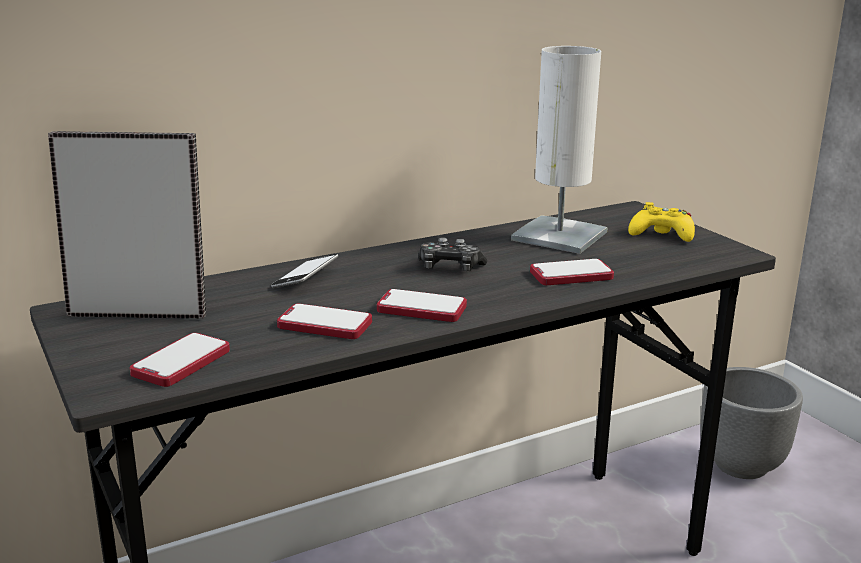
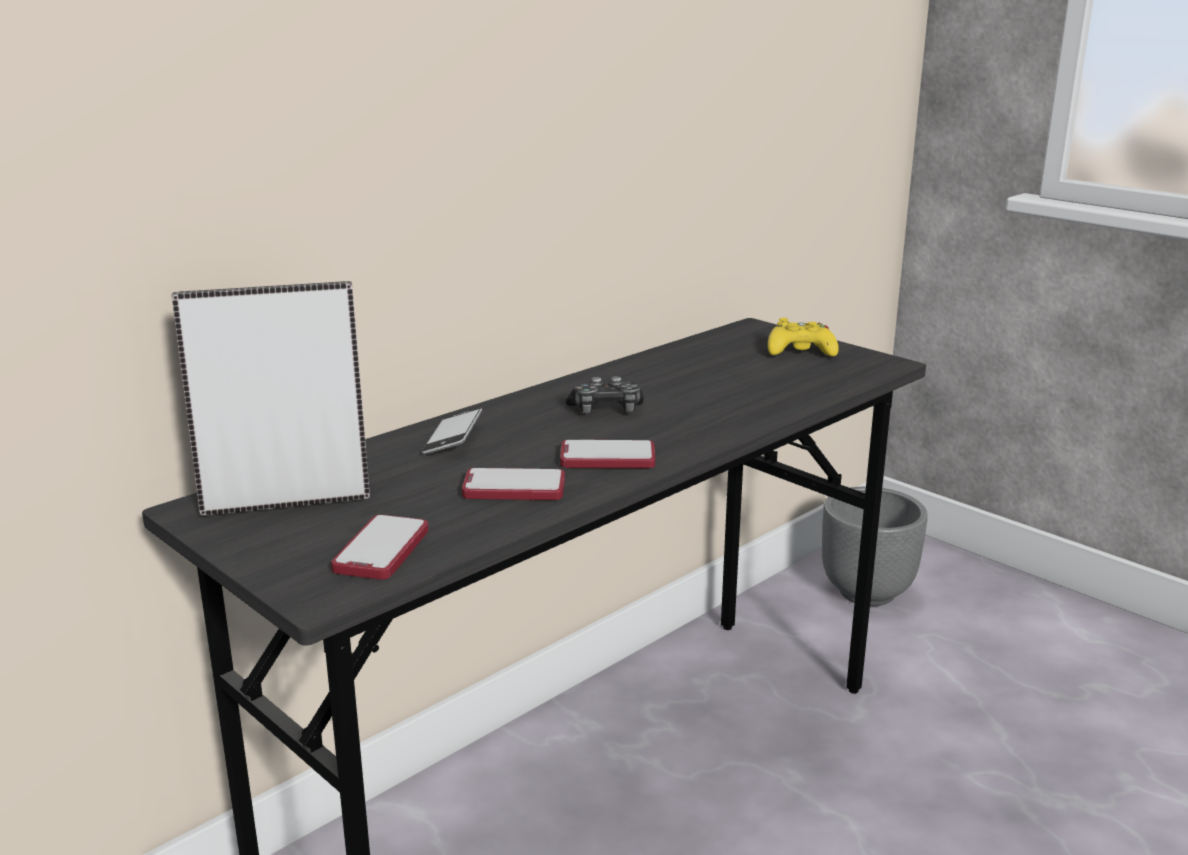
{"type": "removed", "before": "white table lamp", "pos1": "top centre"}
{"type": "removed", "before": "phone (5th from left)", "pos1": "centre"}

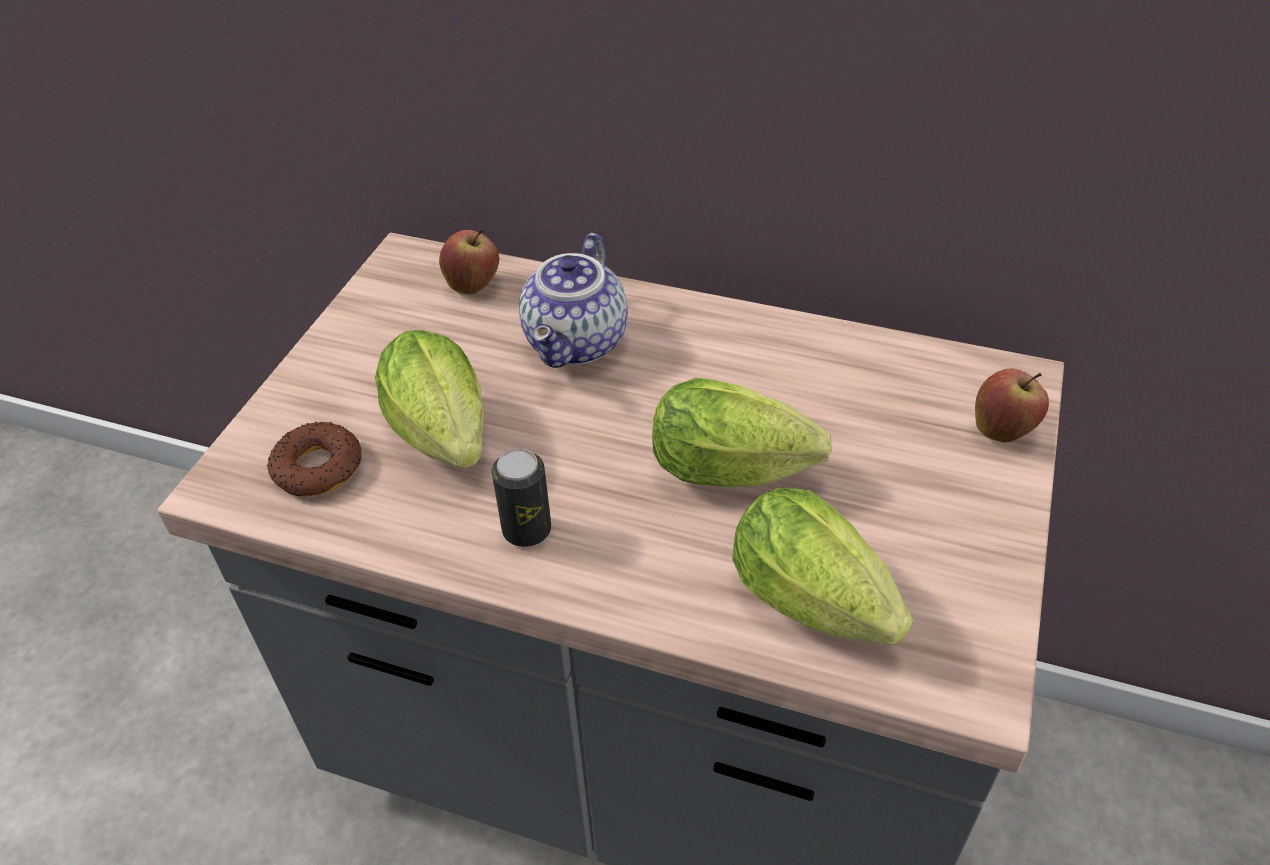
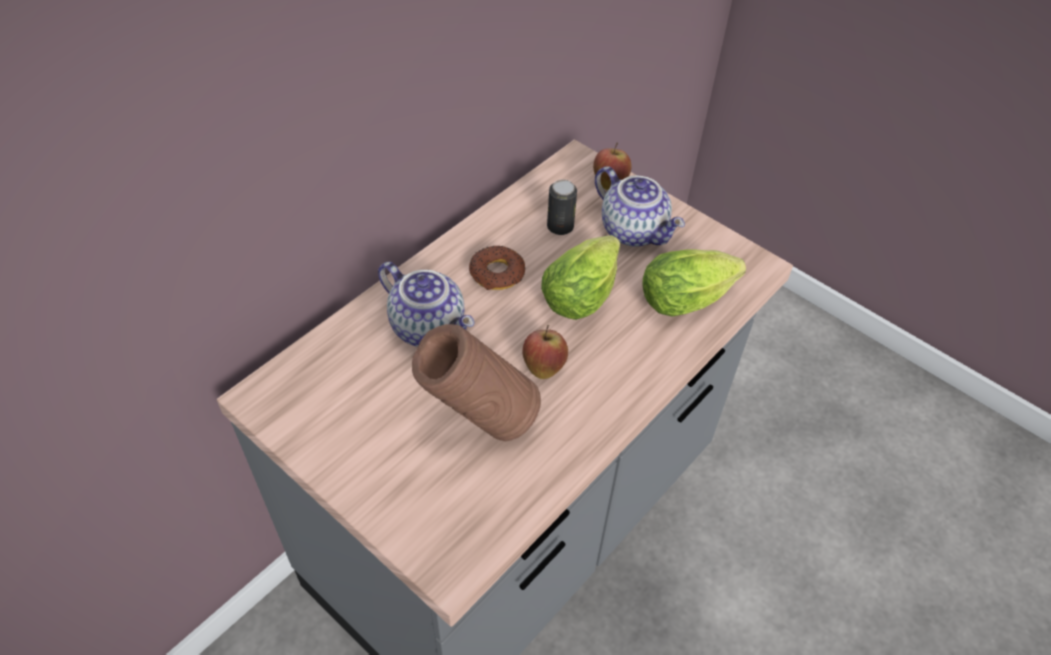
{"type": "moved", "before": "apple (1st from left)", "pos1": "top centre", "pos2": "centre"}
{"type": "replaced", "before": "lettuce (1st from left)", "after": "brown vase", "pos1": "centre", "pos2": "centre"}
{"type": "moved", "before": "donut", "pos1": "middle left", "pos2": "centre"}
{"type": "moved", "before": "can", "pos1": "centre", "pos2": "top centre"}
{"type": "added", "after": "teapot (2nd from left)", "pos2": "top centre"}

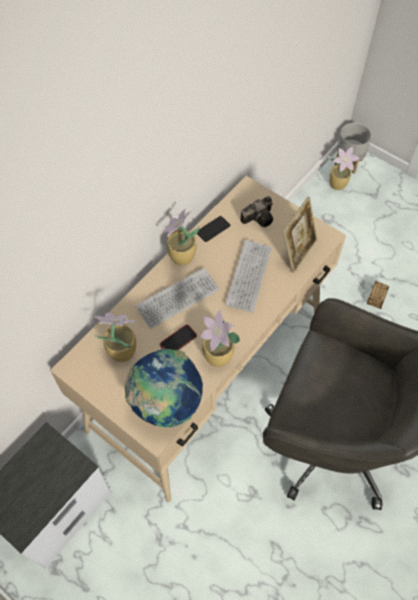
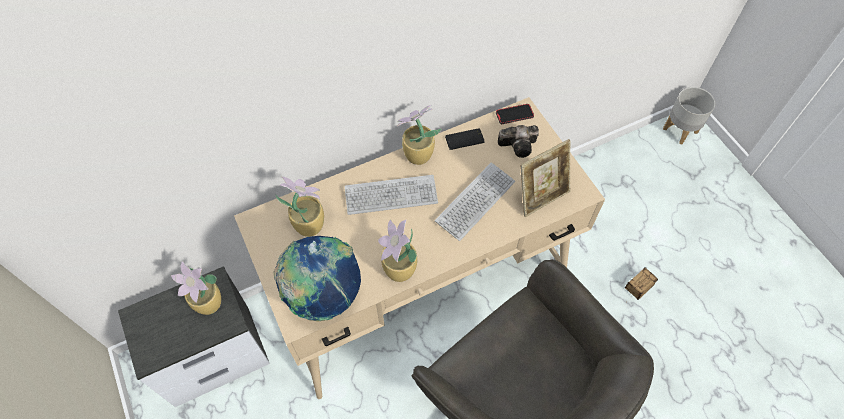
{"type": "moved", "before": "potted plant (4th from left in the first image)", "after": "potted plant (1st from left)", "pos1": "top right", "pos2": "bottom left"}
{"type": "moved", "before": "phone (1st from left in the first image)", "after": "phone (2nd from left)", "pos1": "centre", "pos2": "top centre"}

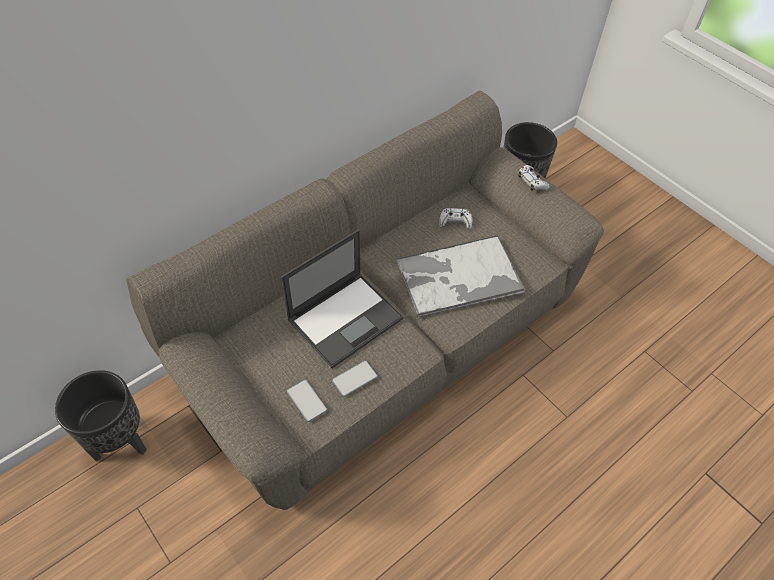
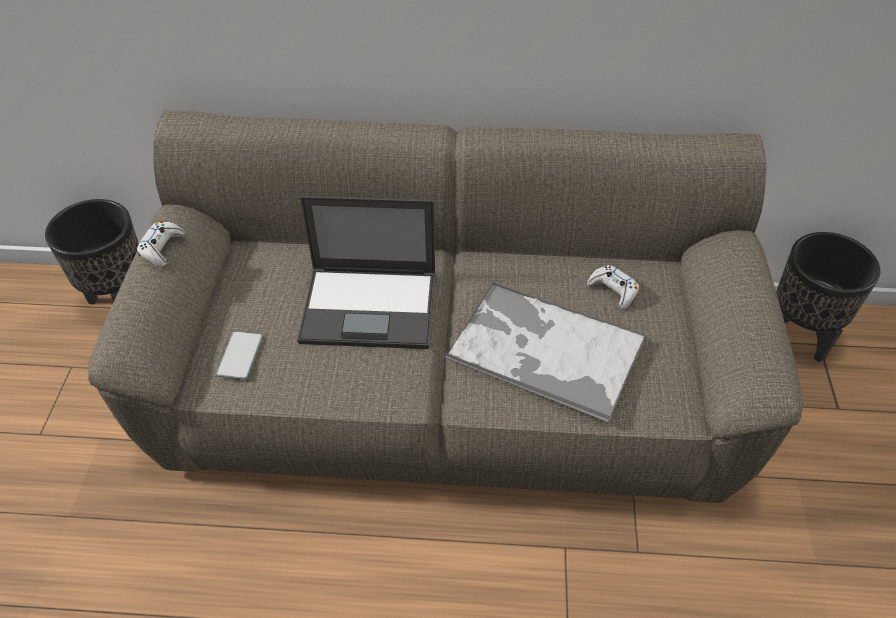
{"type": "moved", "before": "white game controller (2nd from left in the first image)", "after": "white game controller (1st from left)", "pos1": "top right", "pos2": "middle left"}
{"type": "removed", "before": "phone (2nd from left)", "pos1": "centre"}

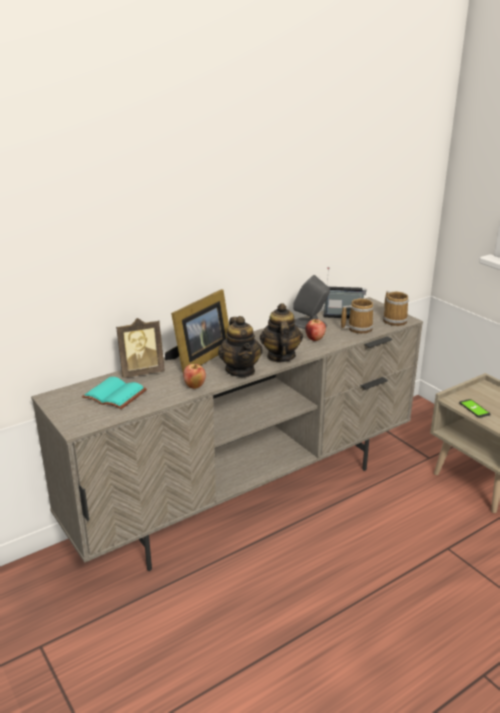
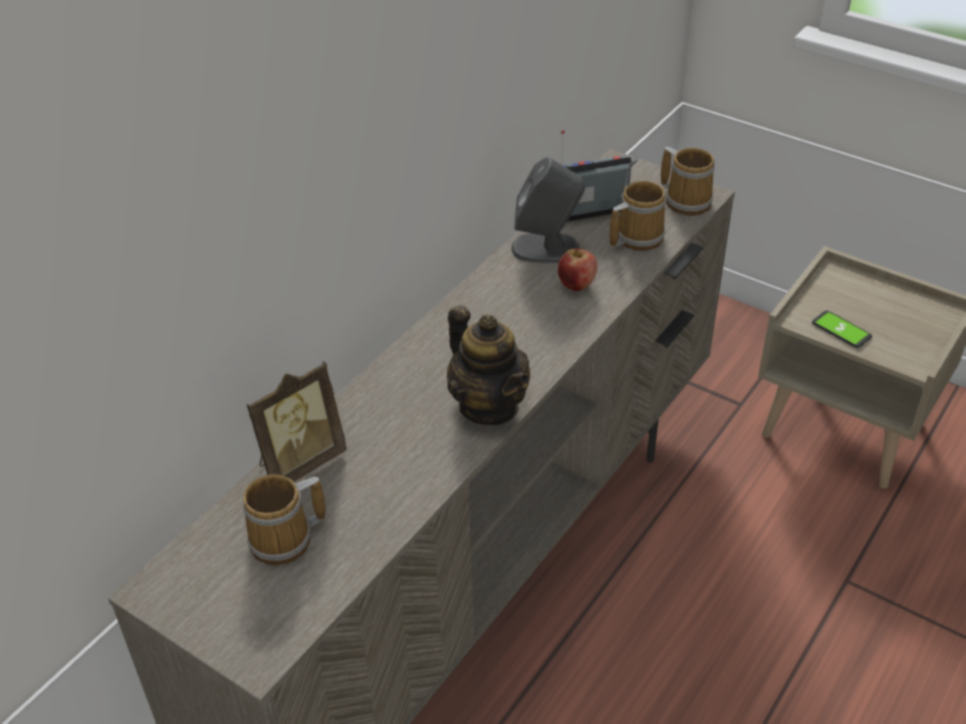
{"type": "removed", "before": "picture frame (2nd from left)", "pos1": "centre"}
{"type": "removed", "before": "teapot (2nd from left)", "pos1": "centre"}
{"type": "removed", "before": "apple (1st from left)", "pos1": "centre"}
{"type": "replaced", "before": "turquoise book", "after": "mug (1st from left)", "pos1": "middle left", "pos2": "bottom left"}

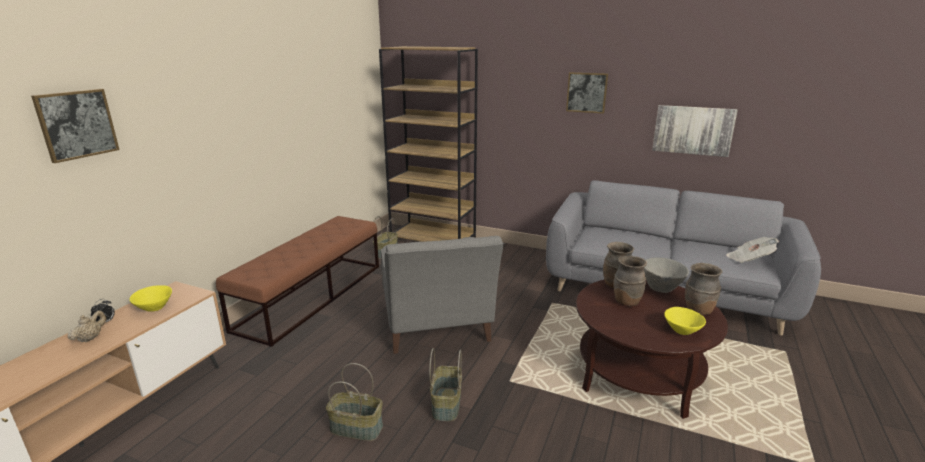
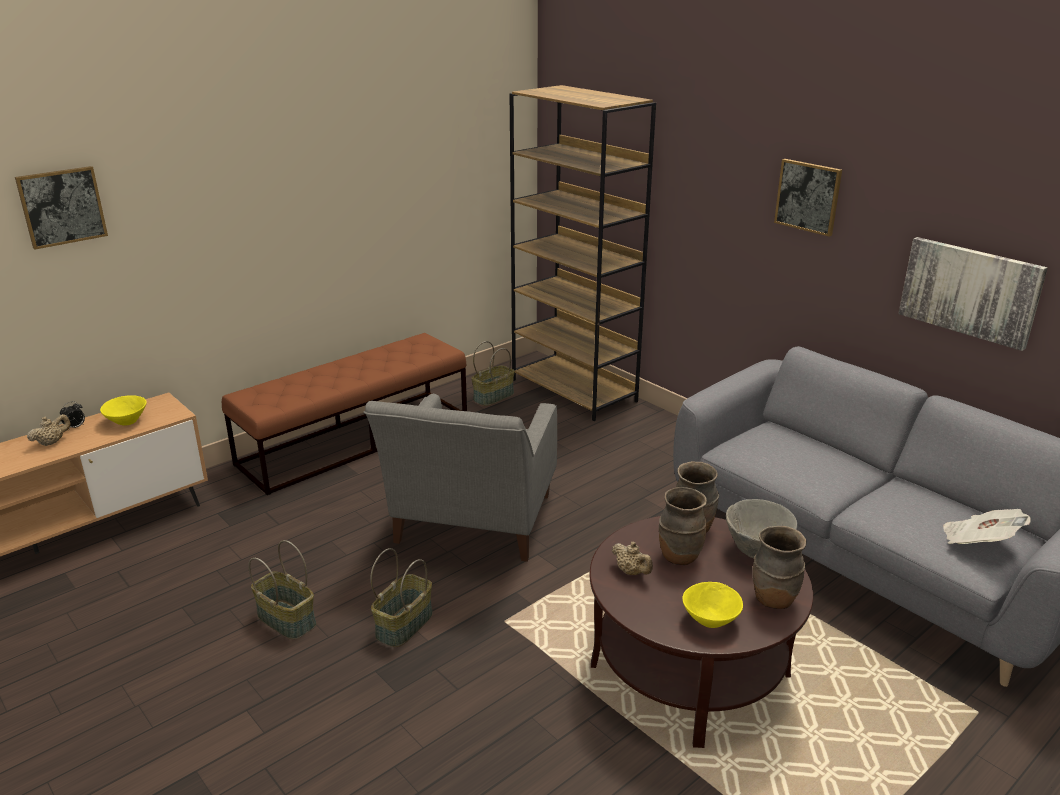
{"type": "added", "after": "beige teapot (2nd from left)", "pos2": "bottom centre"}

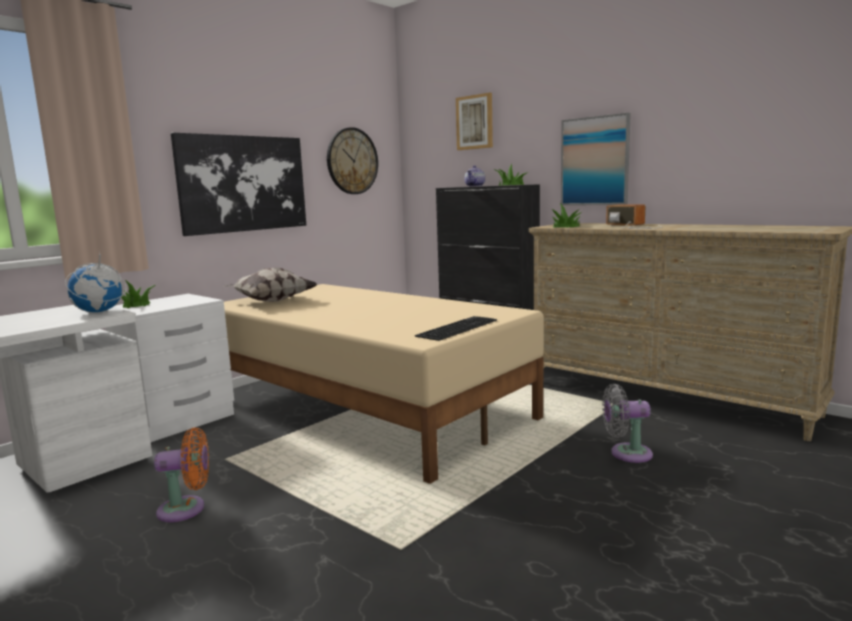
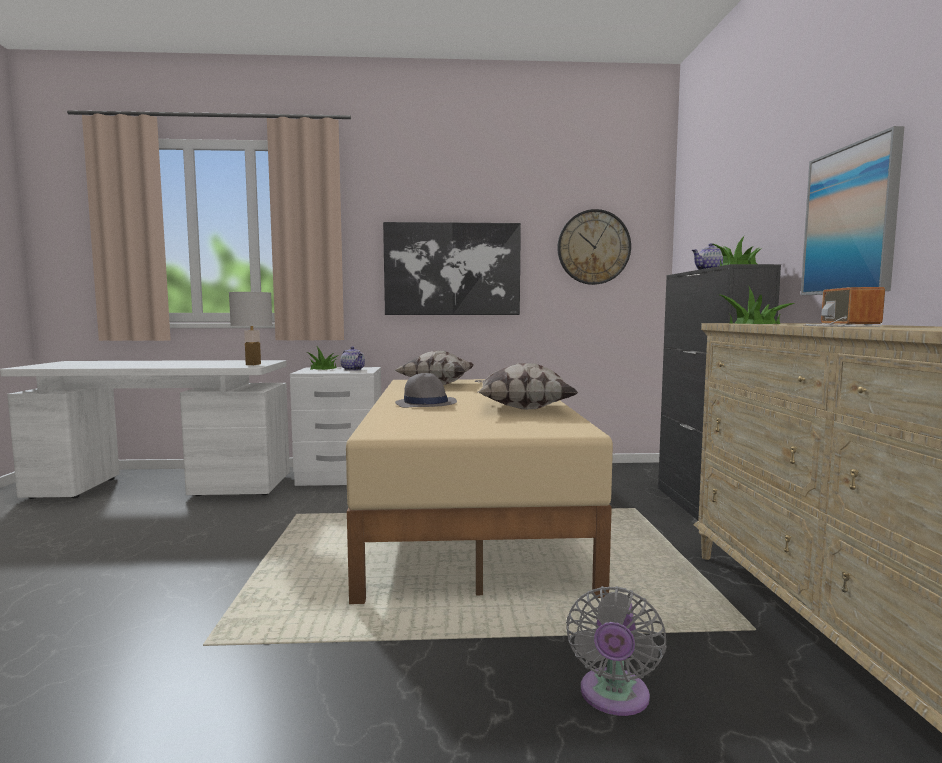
{"type": "removed", "before": "picture (2nd from left)", "pos1": "top centre"}
{"type": "replaced", "before": "globe", "after": "white table lamp", "pos1": "middle left", "pos2": "middle left"}
{"type": "removed", "before": "keyboard", "pos1": "centre"}
{"type": "turned", "before": "grey fan", "pos1": "bottom right", "pos2": "bottom centre", "turn": -120}
{"type": "removed", "before": "orange fan", "pos1": "bottom left"}
{"type": "added", "after": "teapot (1st from left)", "pos2": "centre"}
{"type": "added", "after": "pillow (2nd from left)", "pos2": "centre"}
{"type": "added", "after": "grey hat", "pos2": "centre"}

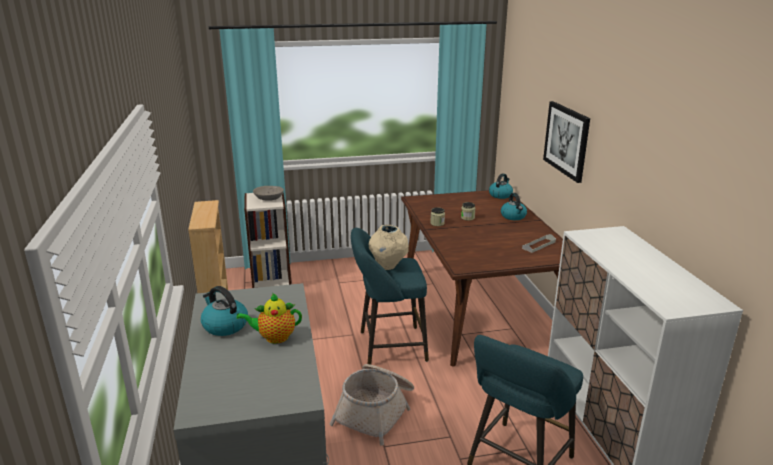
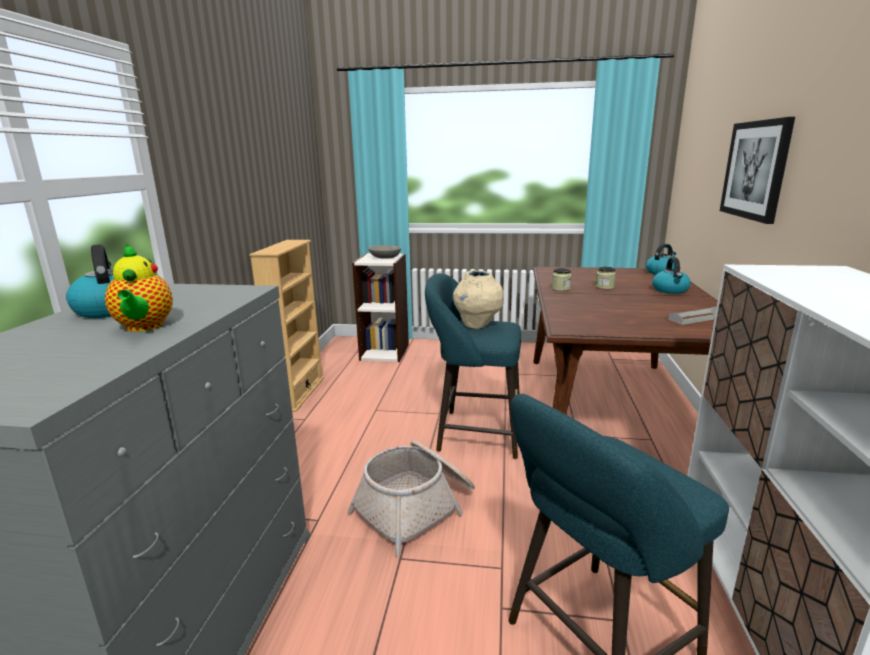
{"type": "turned", "before": "teapot", "pos1": "bottom centre", "pos2": "middle left", "turn": -120}

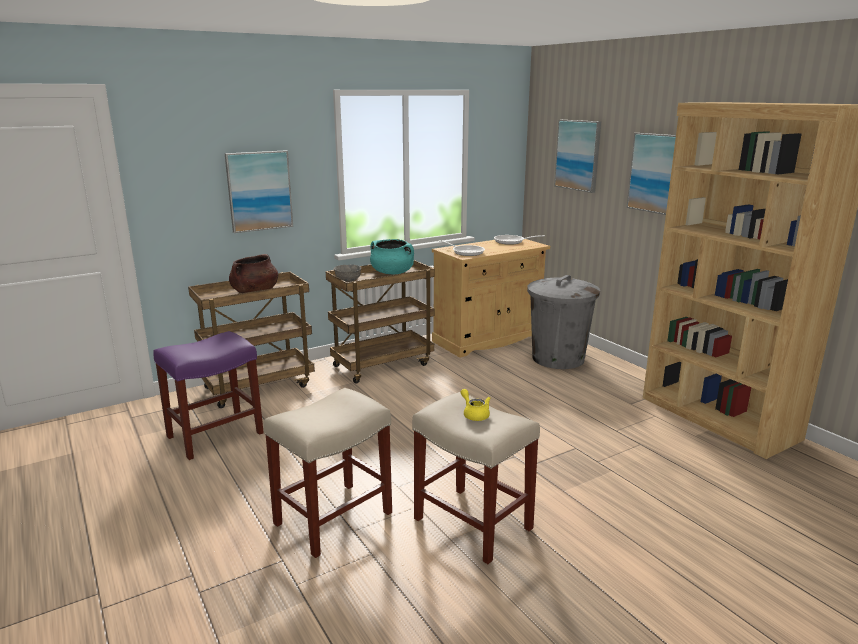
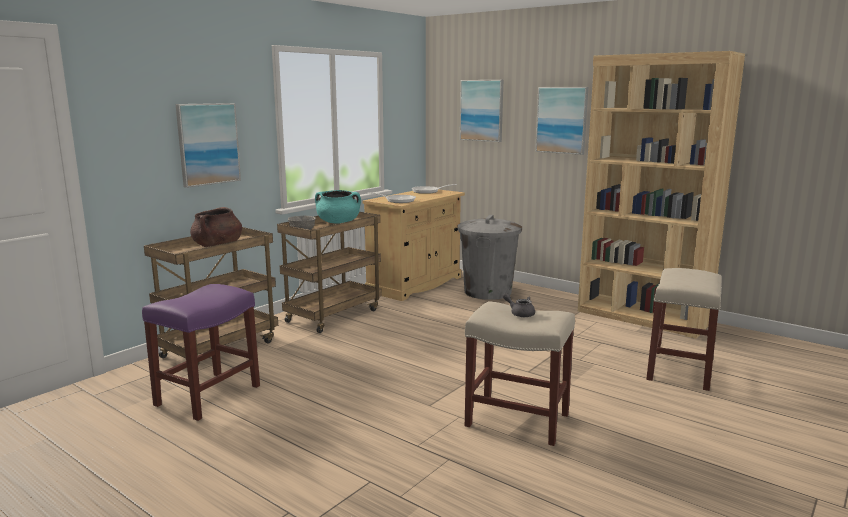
{"type": "moved", "before": "beige stool (1st from left in the first image)", "after": "beige stool (2nd from left)", "pos1": "bottom centre", "pos2": "middle right"}
{"type": "recoloured", "before": "yellow teapot", "after": "grey teapot", "pos1": "centre", "pos2": "centre"}

